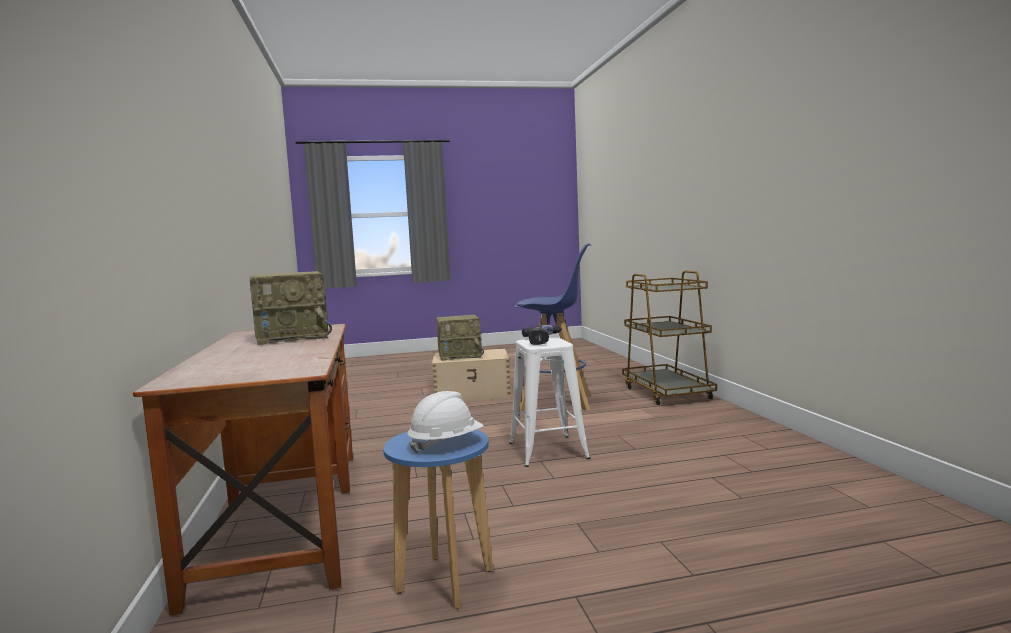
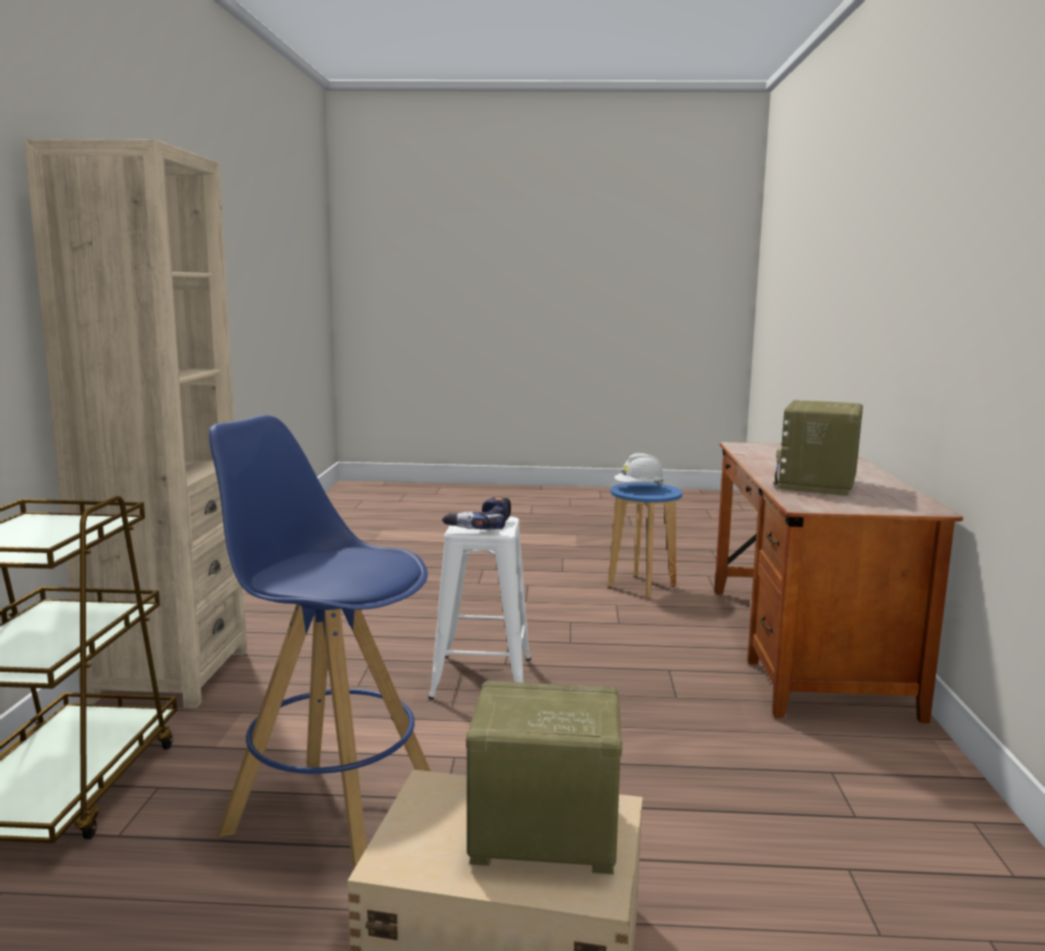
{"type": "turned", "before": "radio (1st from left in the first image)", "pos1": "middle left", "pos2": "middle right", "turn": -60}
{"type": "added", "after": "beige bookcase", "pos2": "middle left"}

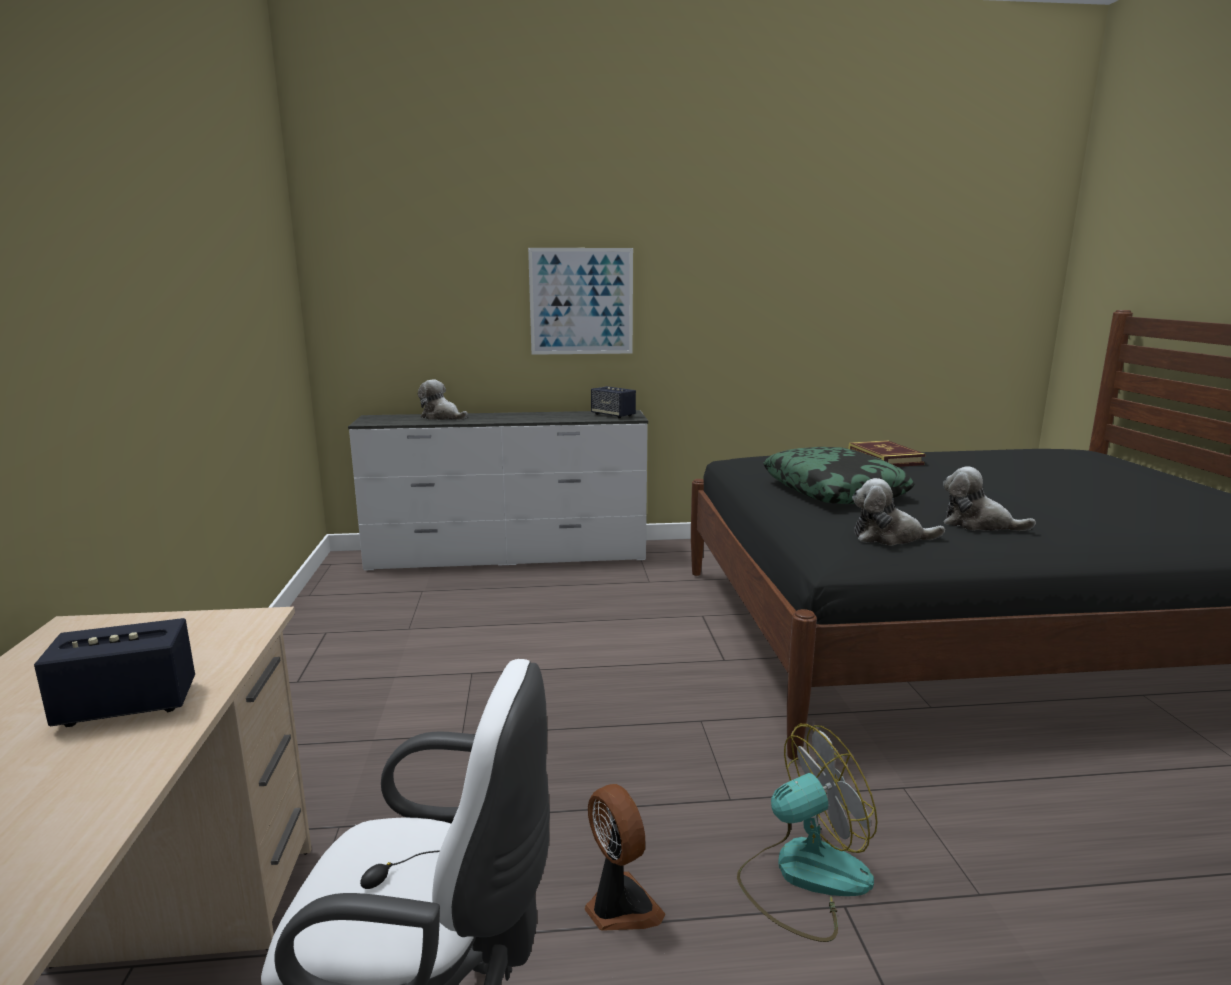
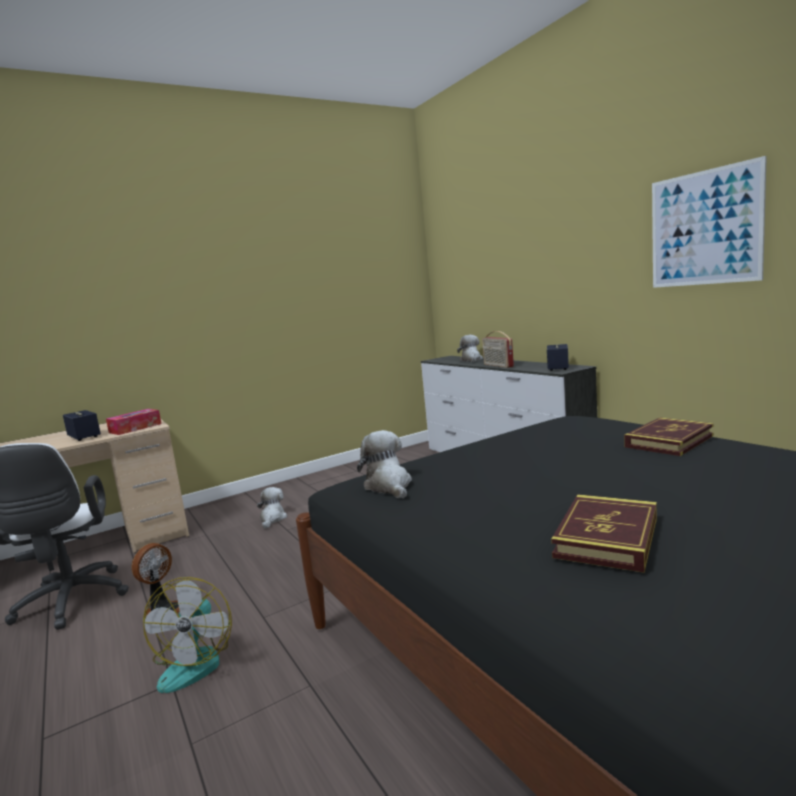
{"type": "moved", "before": "picture", "pos1": "top centre", "pos2": "top right"}
{"type": "removed", "before": "pillow", "pos1": "middle right"}
{"type": "moved", "before": "plush toy (3rd from left in the first image)", "after": "plush toy (1st from left)", "pos1": "middle right", "pos2": "centre"}
{"type": "turned", "before": "fan (2nd from left)", "pos1": "bottom centre", "pos2": "bottom left", "turn": 45}
{"type": "added", "after": "radio", "pos2": "centre"}
{"type": "added", "after": "tissue box", "pos2": "middle left"}
{"type": "added", "after": "book (1st from left)", "pos2": "bottom right"}

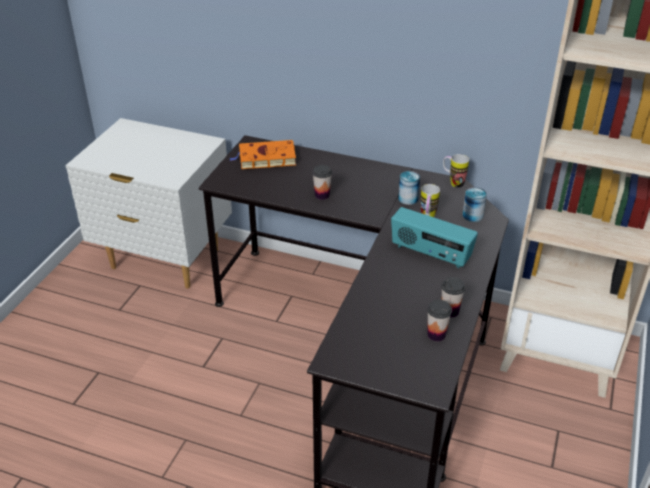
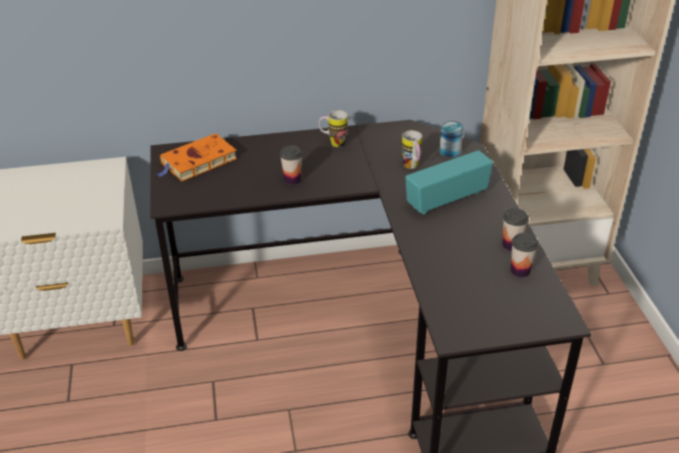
{"type": "moved", "before": "mug (2nd from left in the first image)", "after": "mug (1st from left)", "pos1": "middle right", "pos2": "top centre"}
{"type": "removed", "before": "can (1st from left)", "pos1": "centre"}
{"type": "turned", "before": "radio", "pos1": "middle right", "pos2": "centre", "turn": 150}

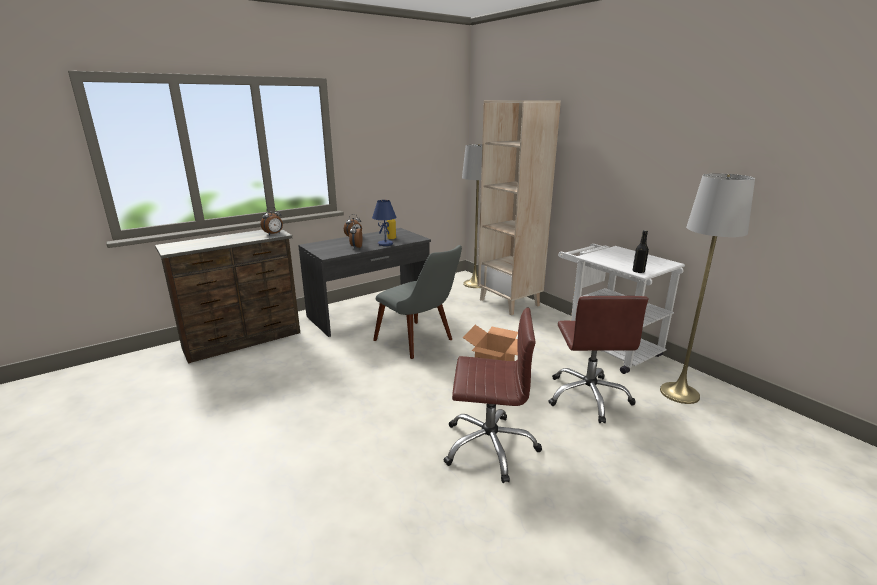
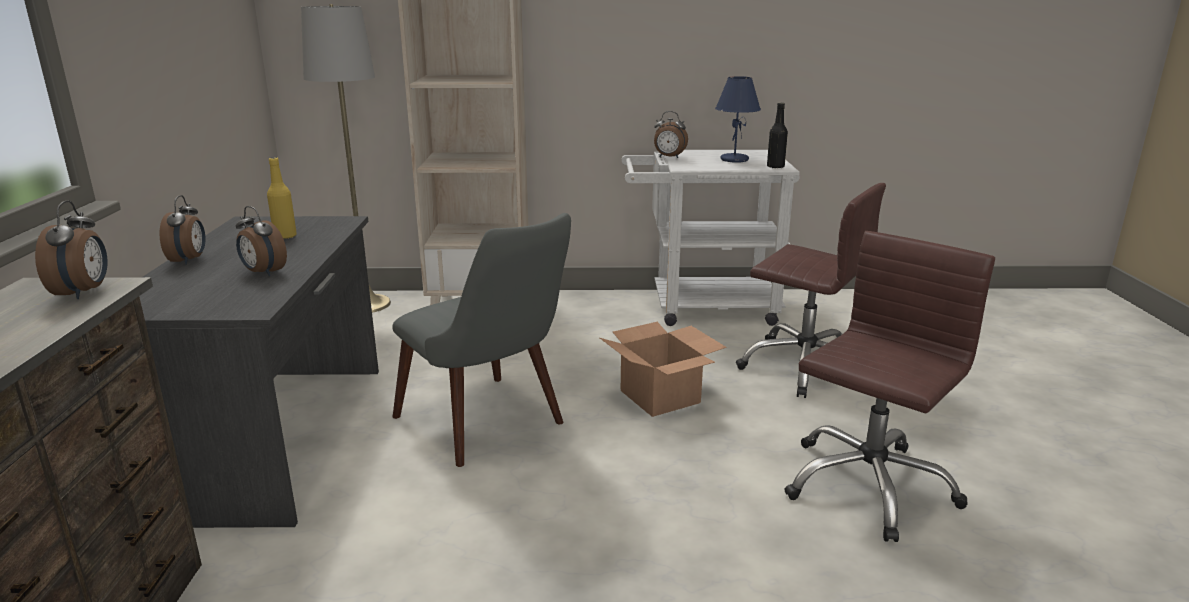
{"type": "removed", "before": "grey floor lamp (2nd from left)", "pos1": "middle right"}
{"type": "moved", "before": "blue table lamp", "pos1": "centre", "pos2": "top centre"}
{"type": "turned", "before": "grey chair", "pos1": "centre", "pos2": "centre", "turn": 60}
{"type": "added", "after": "alarm clock (4th from left)", "pos2": "top centre"}

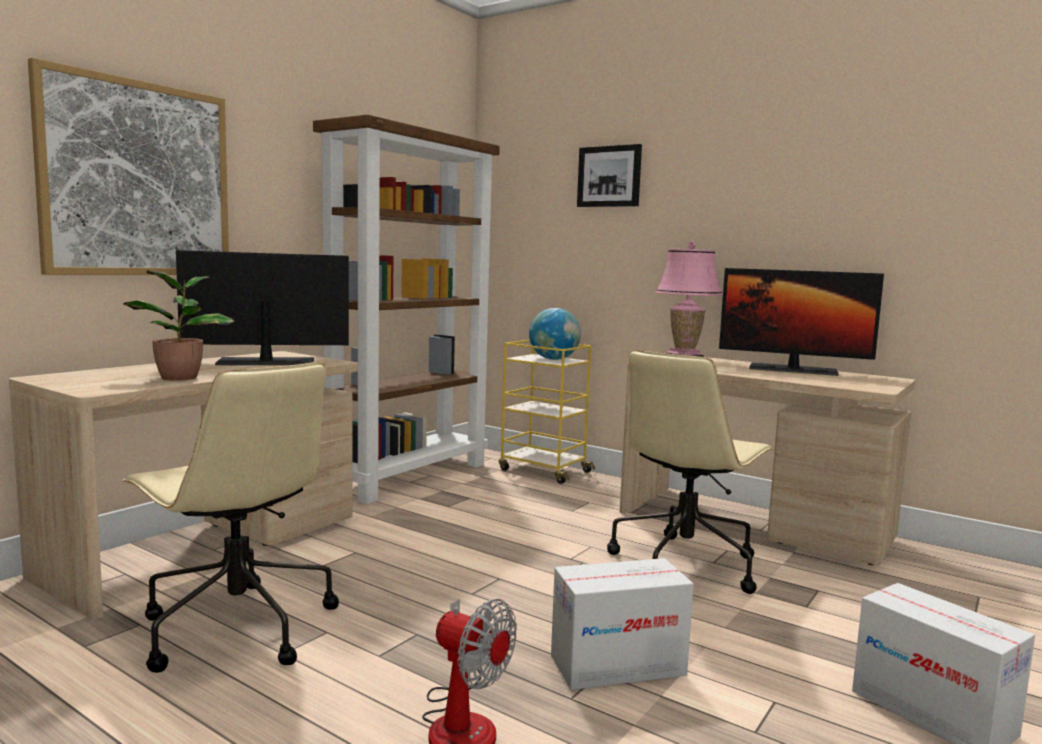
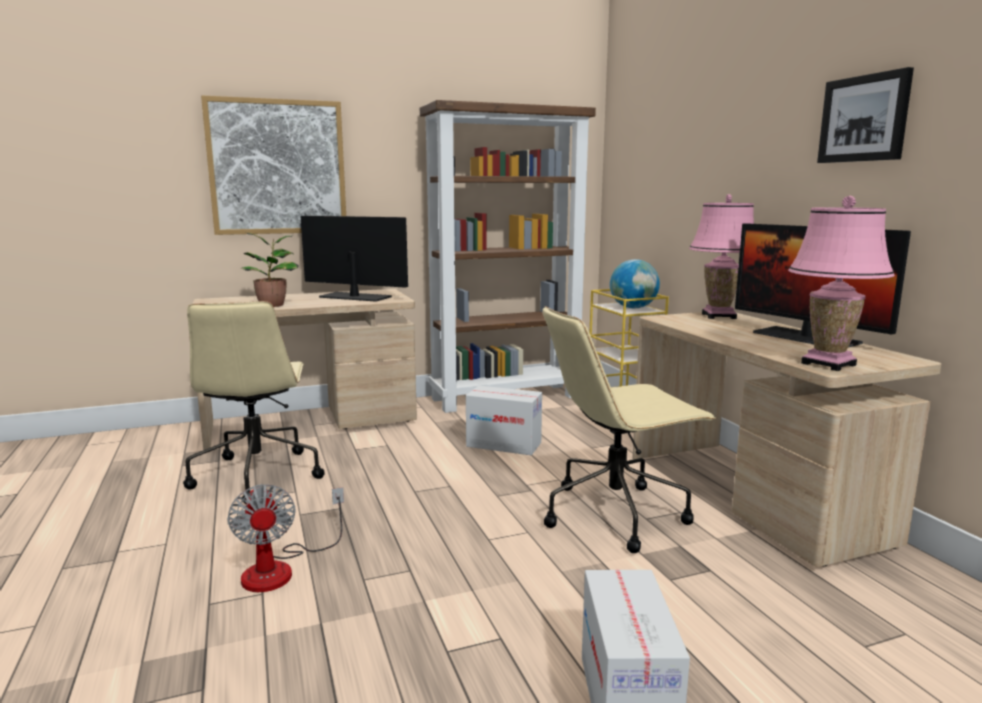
{"type": "moved", "before": "picture (2nd from left)", "pos1": "top centre", "pos2": "top right"}
{"type": "moved", "before": "cardboard box (1st from left)", "pos1": "bottom centre", "pos2": "centre"}
{"type": "added", "after": "pink table lamp (2nd from left)", "pos2": "middle right"}

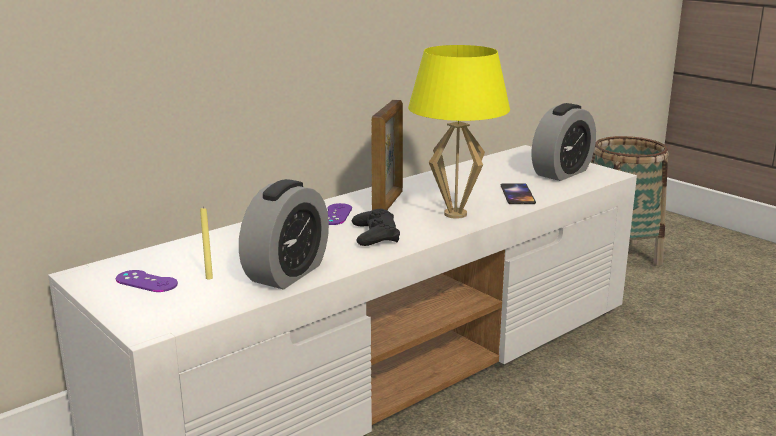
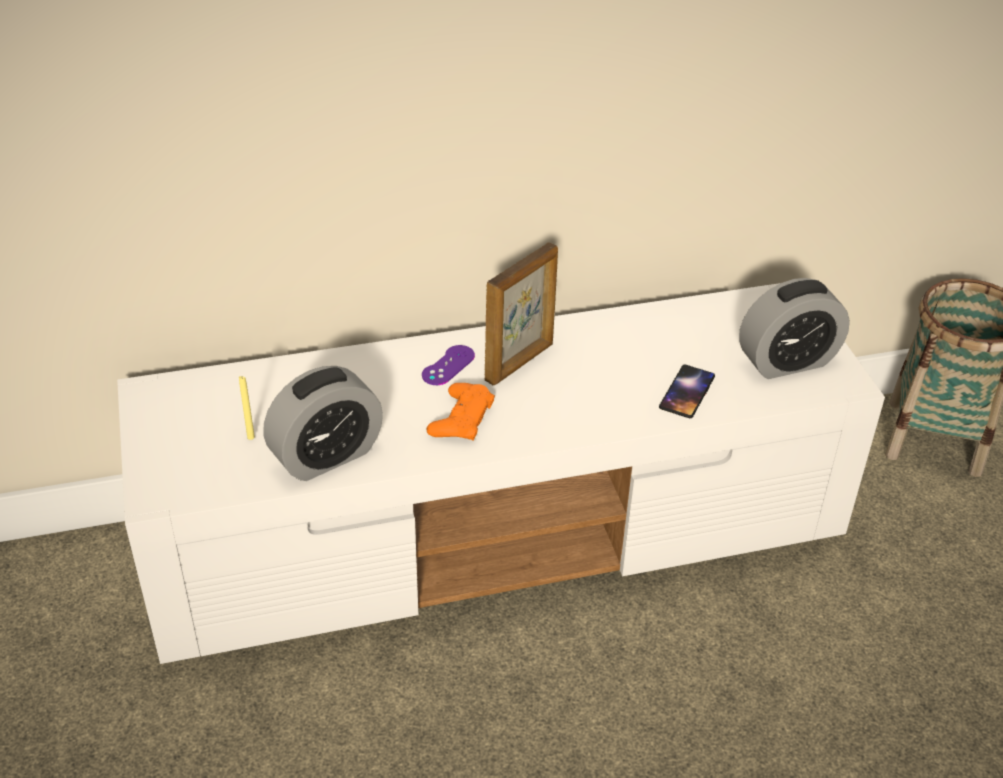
{"type": "removed", "before": "yellow table lamp", "pos1": "top centre"}
{"type": "recoloured", "before": "black game controller", "after": "orange game controller", "pos1": "centre", "pos2": "centre"}
{"type": "removed", "before": "purple game controller (1st from left)", "pos1": "middle left"}

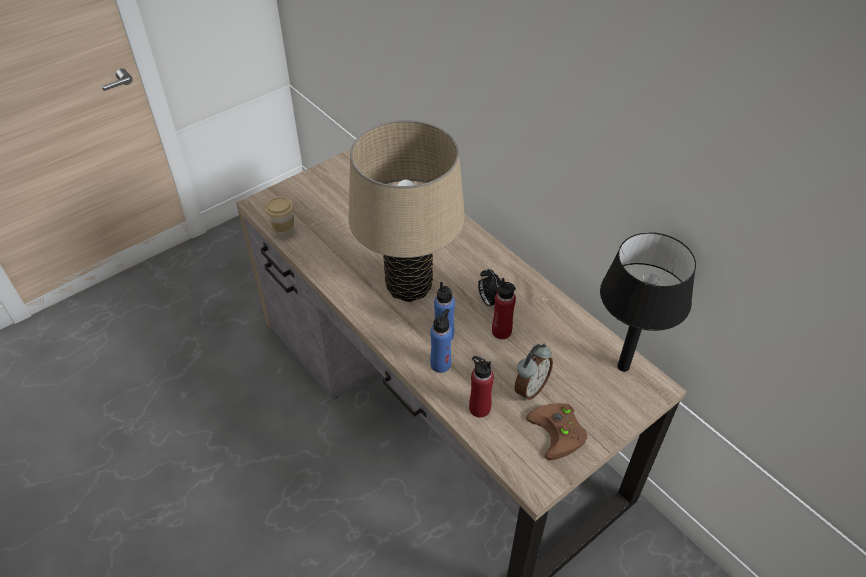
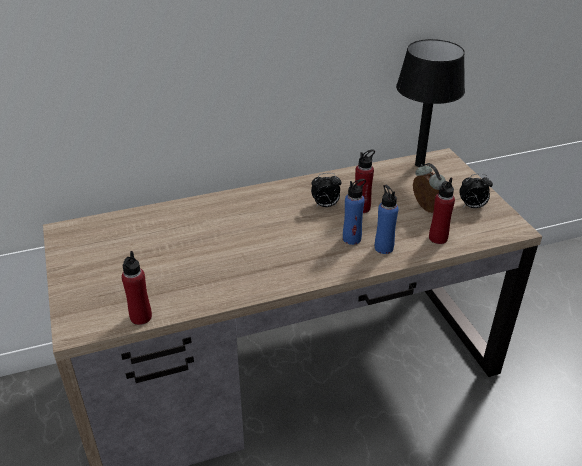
{"type": "removed", "before": "beige table lamp", "pos1": "centre"}
{"type": "replaced", "before": "cup", "after": "red bottle (1st from left)", "pos1": "middle left", "pos2": "middle left"}
{"type": "replaced", "before": "brown game controller", "after": "alarm clock (3rd from left)", "pos1": "bottom centre", "pos2": "middle right"}

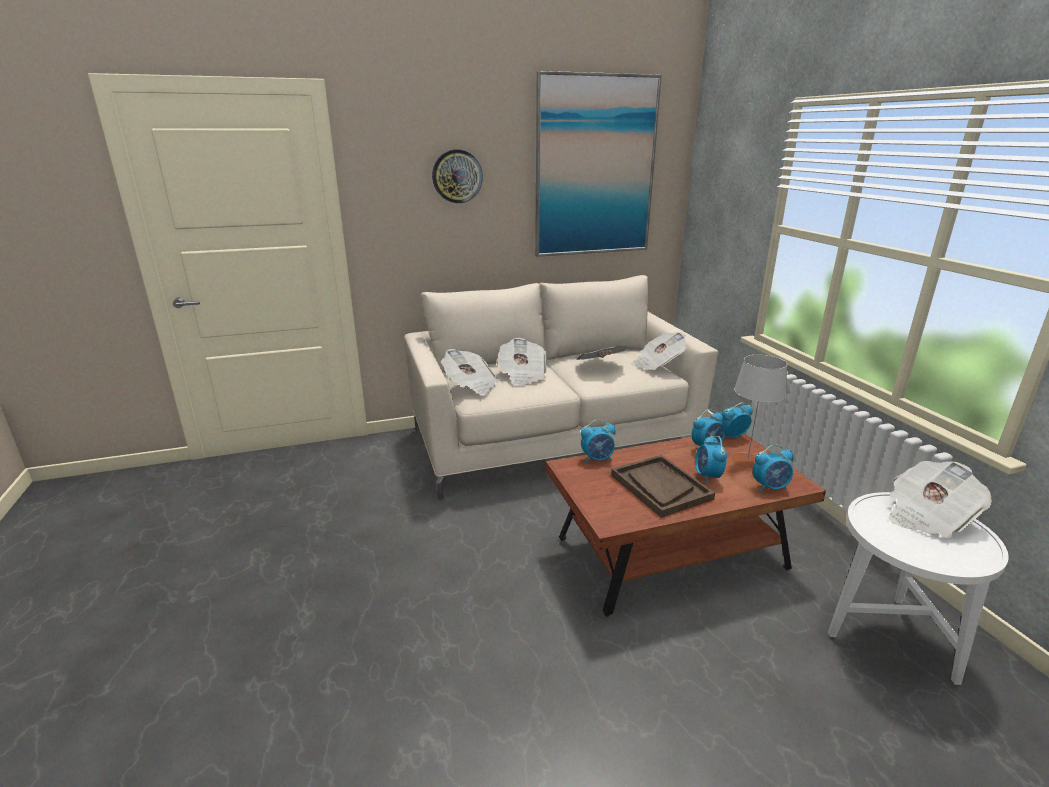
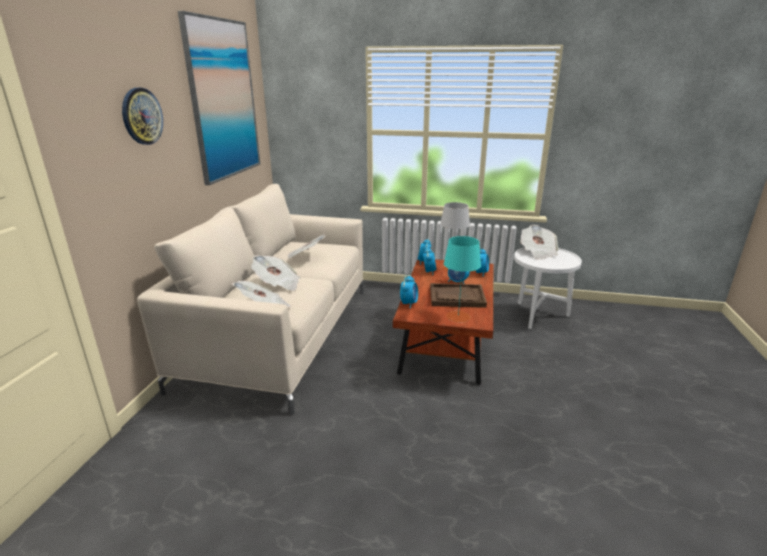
{"type": "removed", "before": "newspaper (4th from left)", "pos1": "centre"}
{"type": "added", "after": "turquoise table lamp", "pos2": "centre"}

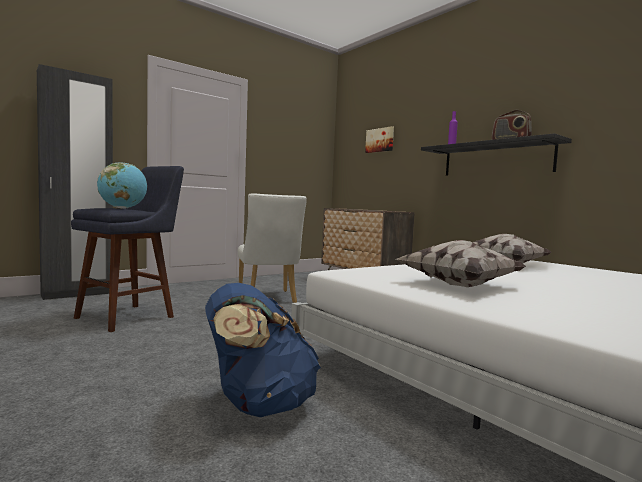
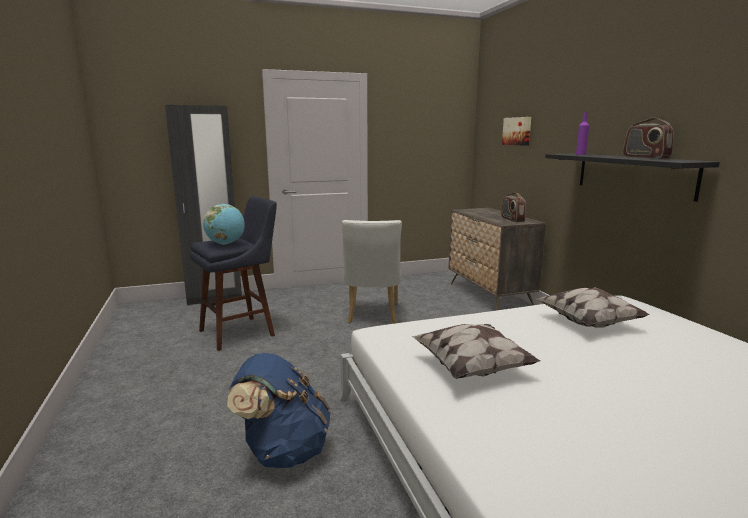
{"type": "added", "after": "radio (1st from left)", "pos2": "middle right"}

